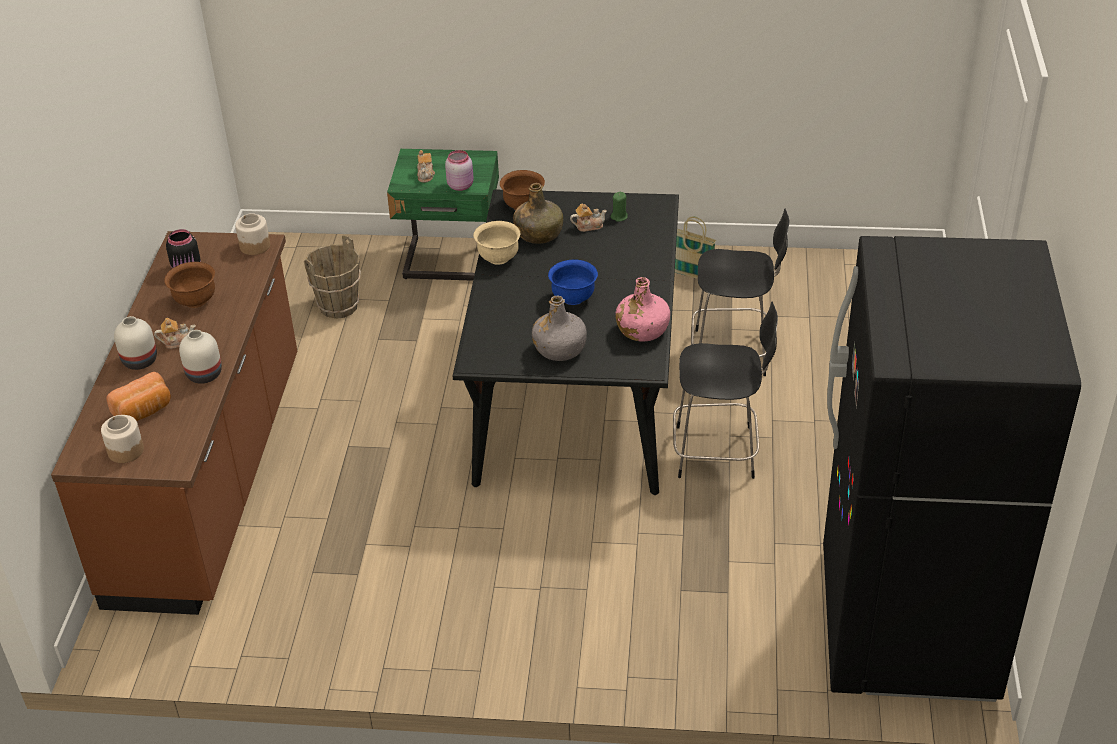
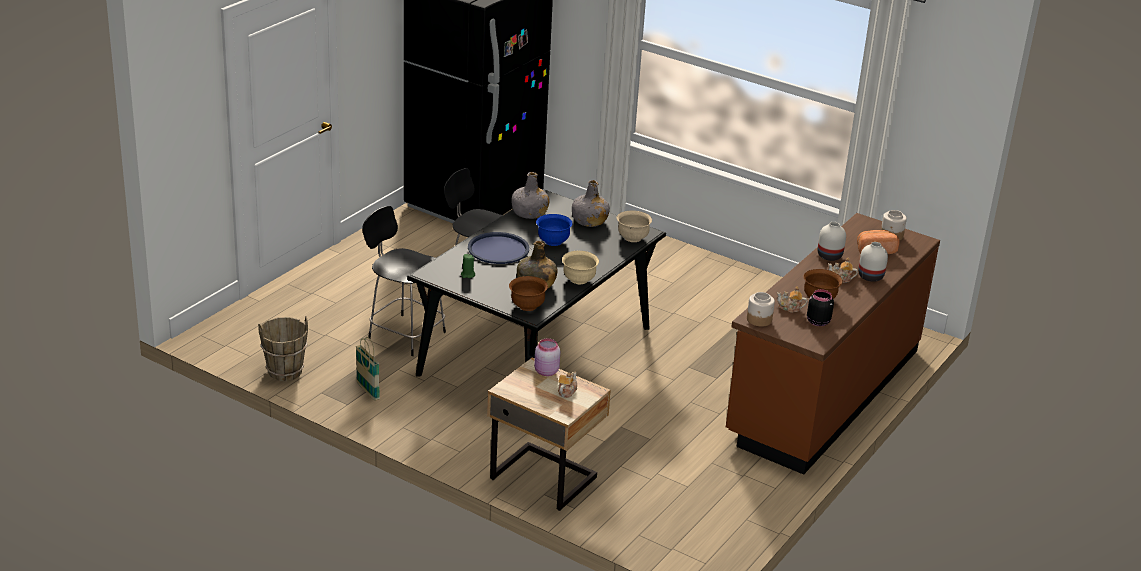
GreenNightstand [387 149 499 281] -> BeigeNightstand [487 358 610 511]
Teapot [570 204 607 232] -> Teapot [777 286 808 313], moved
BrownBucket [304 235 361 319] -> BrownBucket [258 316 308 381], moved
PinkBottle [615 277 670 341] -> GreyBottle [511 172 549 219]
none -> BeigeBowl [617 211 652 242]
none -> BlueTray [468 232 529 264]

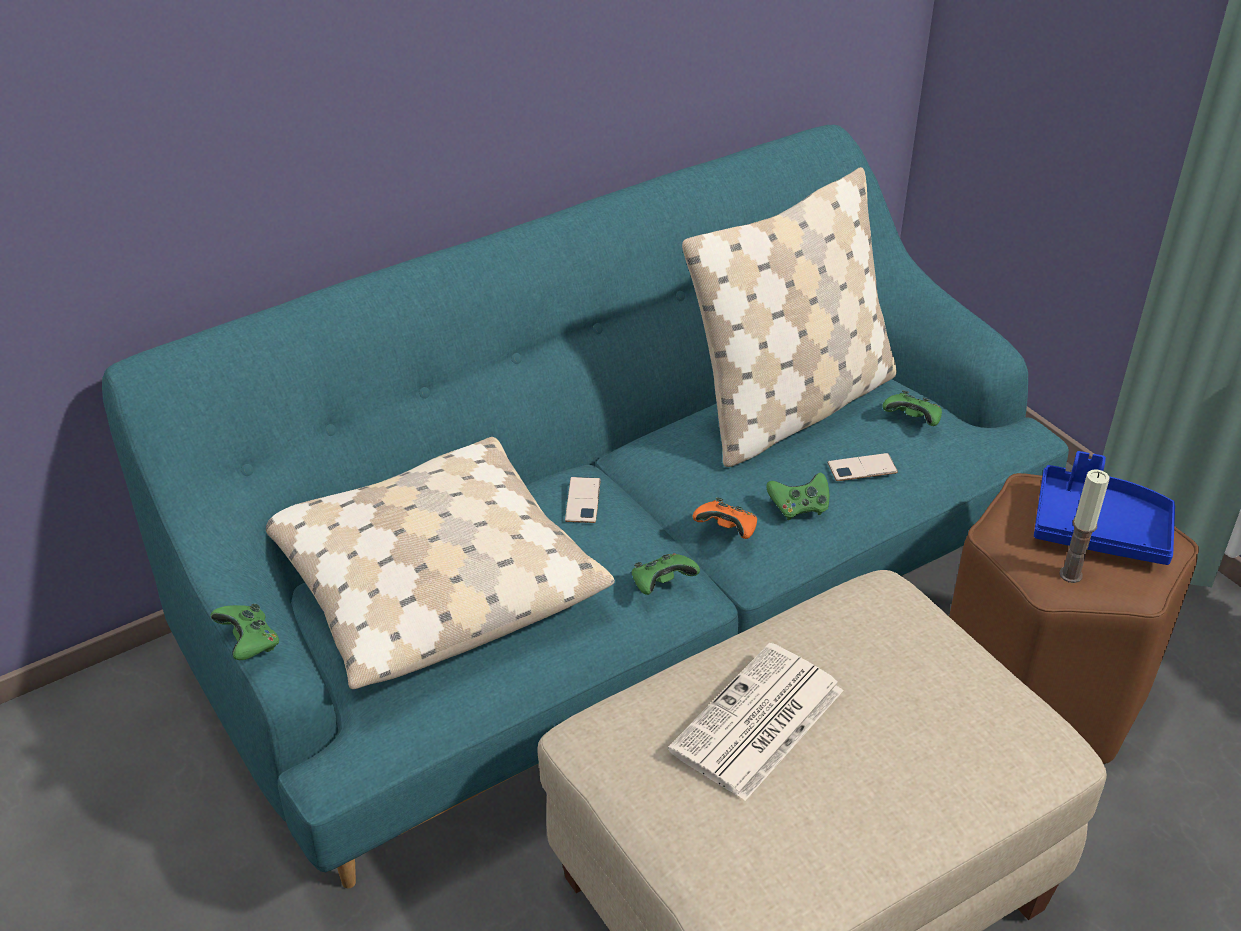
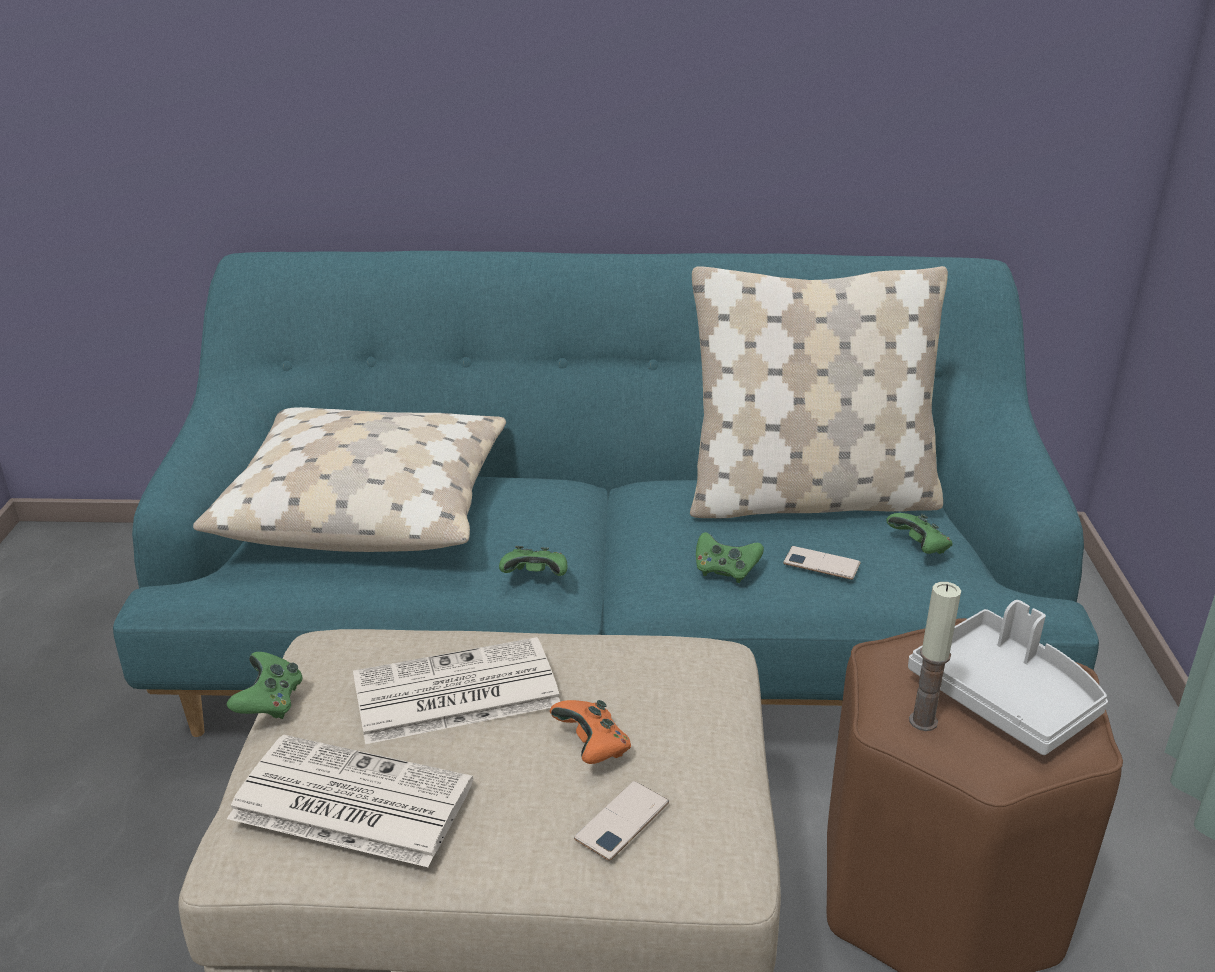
BlueTray [1034 451 1175 565] -> GreyTray [908 600 1108 755]
Phone [565 477 601 523] -> Phone [574 781 669 861], moved
OrangeGameController [693 497 757 539] -> OrangeGameController [550 700 631 764], moved
GreenGameController [210 604 279 660] -> GreenGameController [226 652 303 719], moved
none -> Newspaper [227 735 473 867]

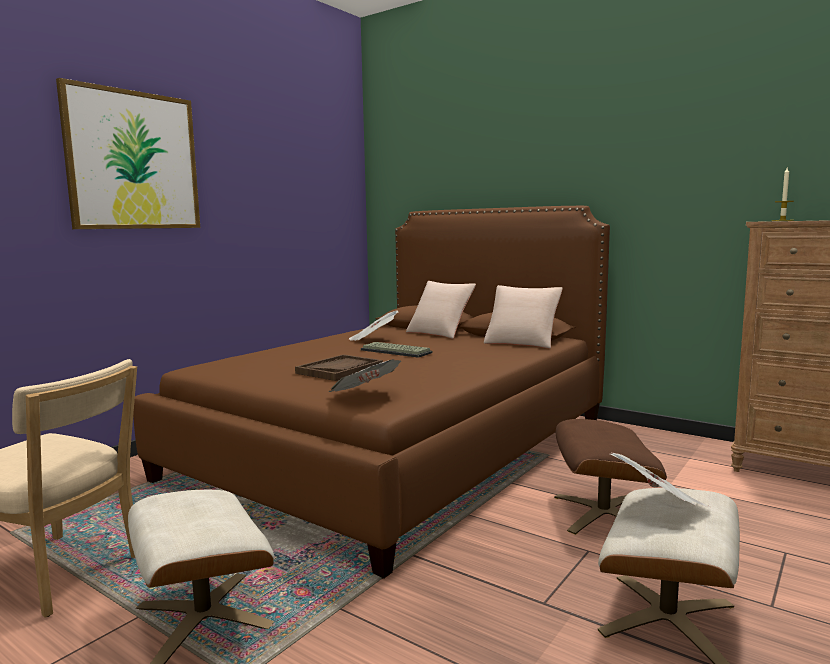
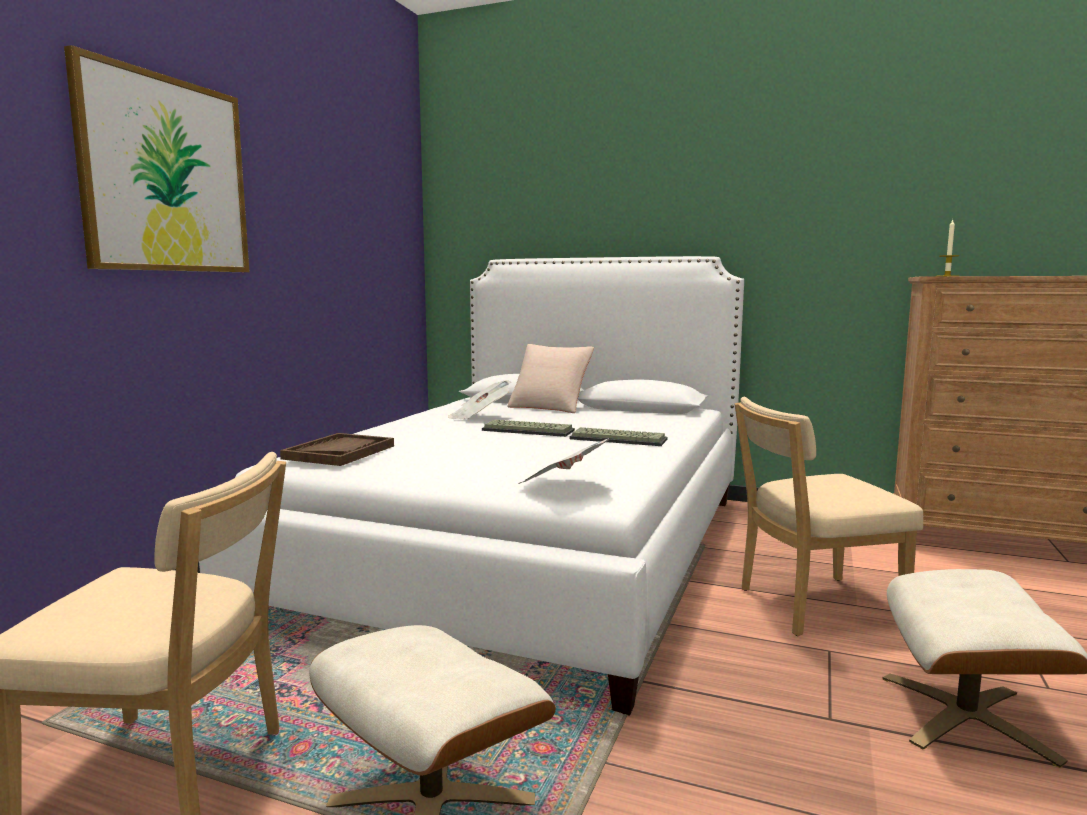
BrownBed [133 206 610 579] -> WhiteBed [199 256 744 716]
BeigePillow [484 285 563 349] -> none
BrownTray [295 354 383 381] -> BrownTray [280 433 394 466], moved
BrownOttoman [554 419 667 535] -> BeigeChair [734 397 923 636]
Newspaper [610 452 710 507] -> none
none -> Keyboard [570 427 668 446]

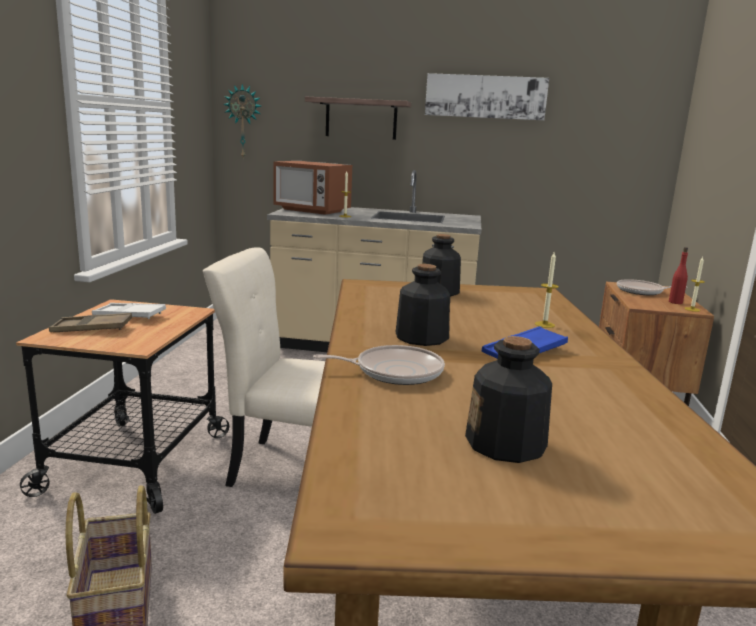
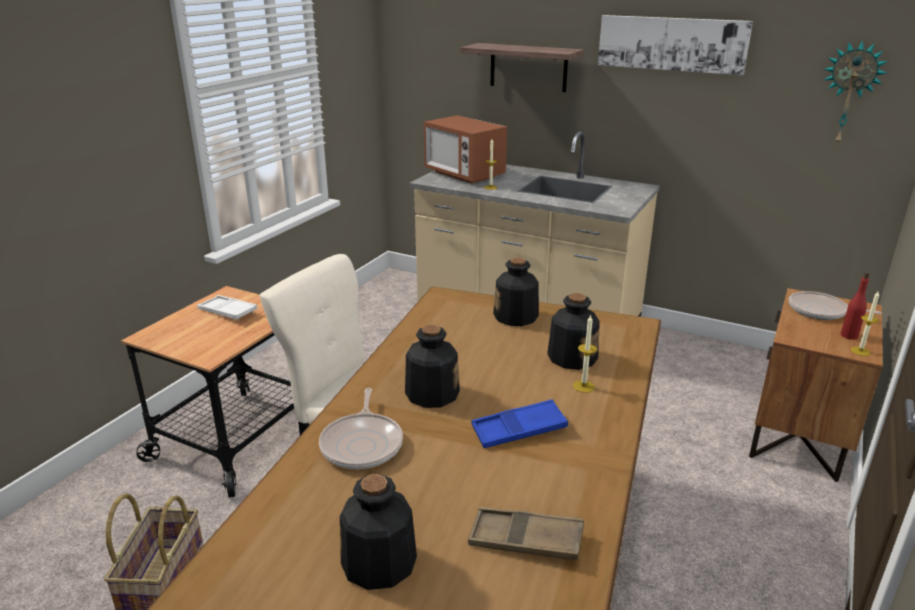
WallClock [223 84 261 158] -> WallClock [824 40 888 145], moved
BrownTray [49 313 132 332] -> BrownTray [468 507 584 560], moved
FryingPan [313 345 445 385] -> FryingPan [319 388 403 469], 75 degrees clockwise
none -> Bottle [547 293 600 370]

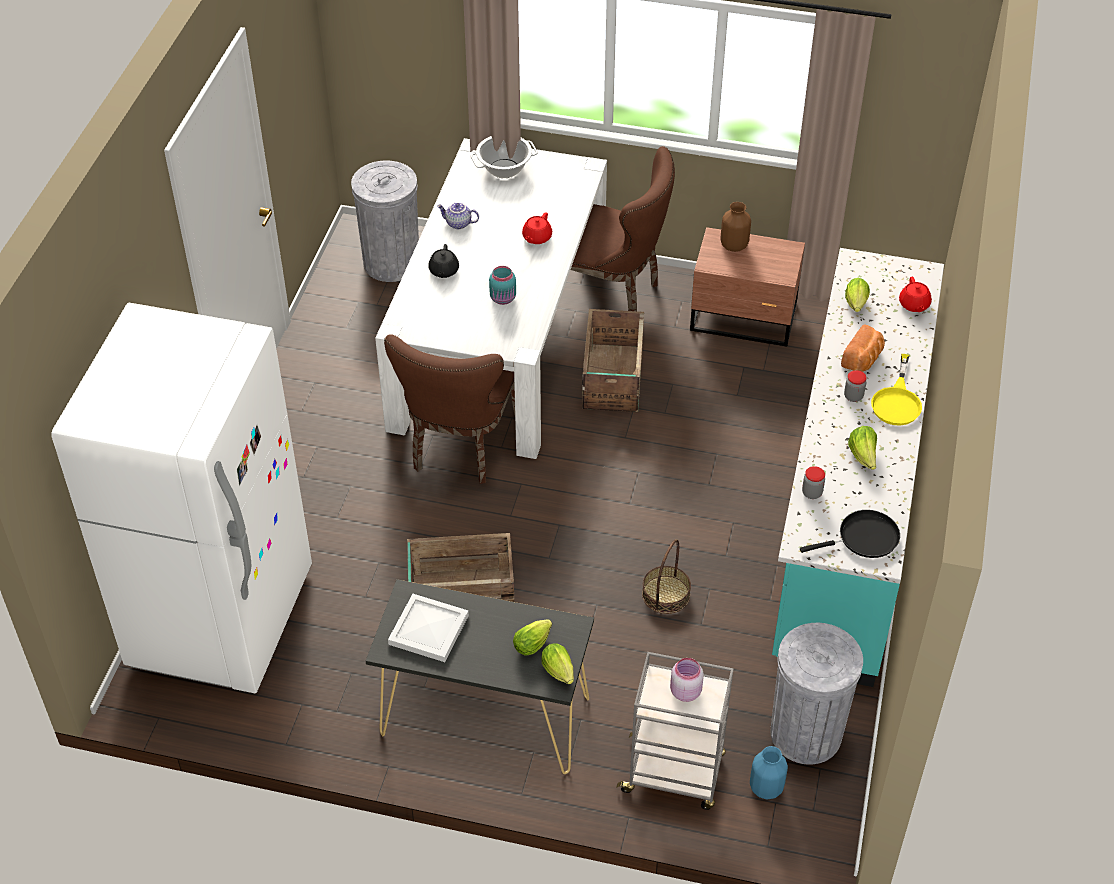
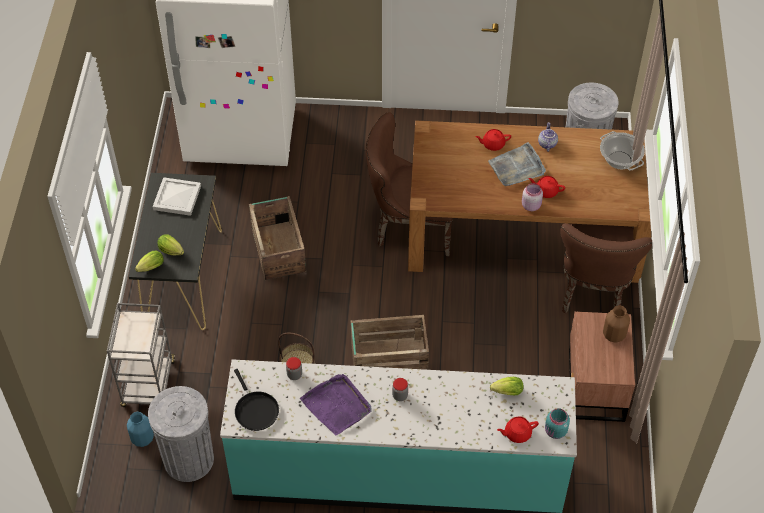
WhiteDiningTable [375 138 607 459] -> BrownDiningTable [408 121 651 283]
BlackTeapot [428 244 459 278] -> RedTeapot [475 129 511 151]
TurquoiseJar [489 266 516 305] -> TurquoiseJar [545 408 570 439], moved
Crate [582 309 644 412] -> Crate [351 315 429 370], moved
Bread [841 324 885 372] -> none
YellowFryingPan [871 354 922 426] -> none
Lettuce [848 426 877 470] -> PurpleTray [300 374 371 435]
PinkJar [670 658 704 702] -> PinkJar [522 183 543 211], moved
none -> GreyTray [488 142 546 186]

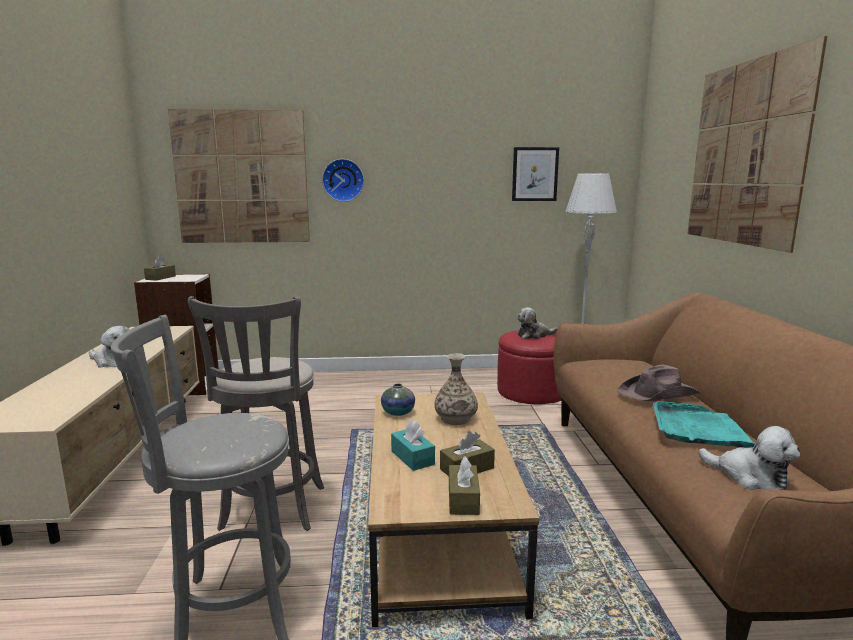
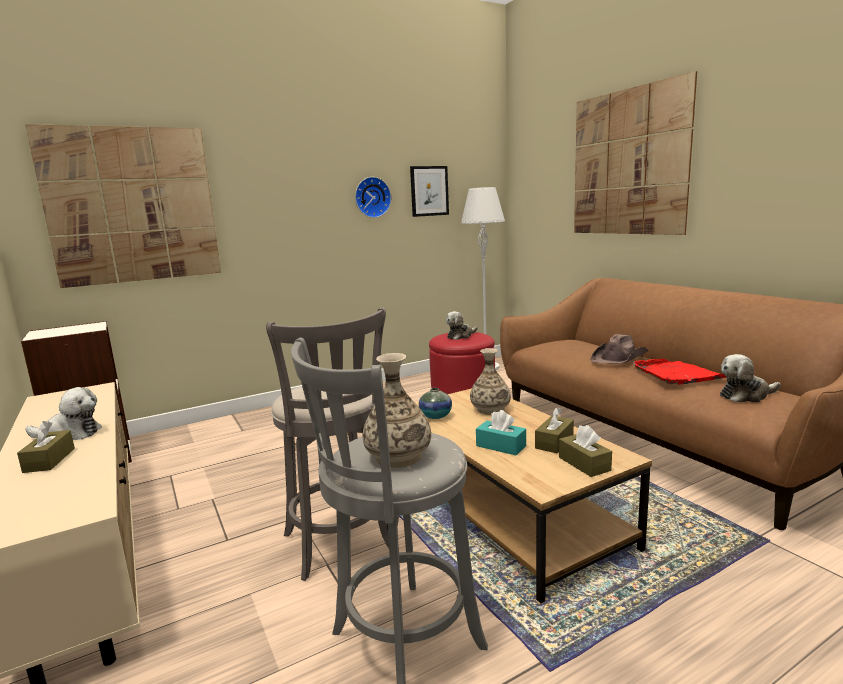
WallClock [322 159 364 202] -> WallClock [355 177 392 218], moved
BrownTissueBox [144 255 176 281] -> BrownTissueBox [17 421 75 473], moved
TurquoiseTray [653 401 756 447] -> RedTray [632 358 726 385]
PlushToy [699 426 800 490] -> PlushToy [720 354 781 403], 150 degrees clockwise
none -> Vase [362 353 431 467]

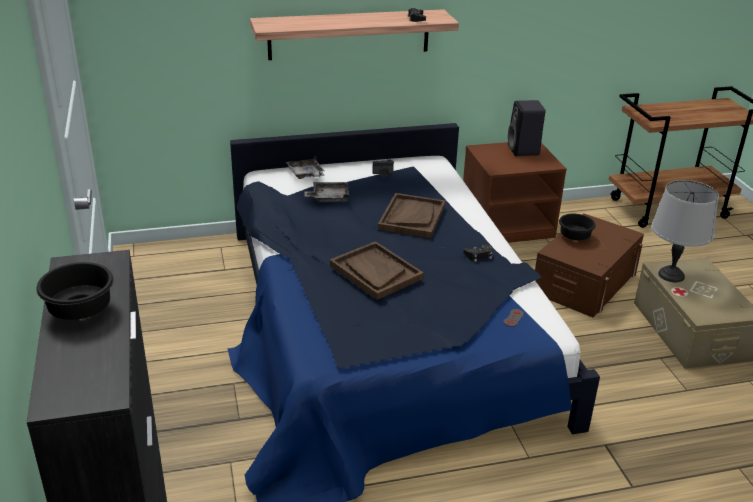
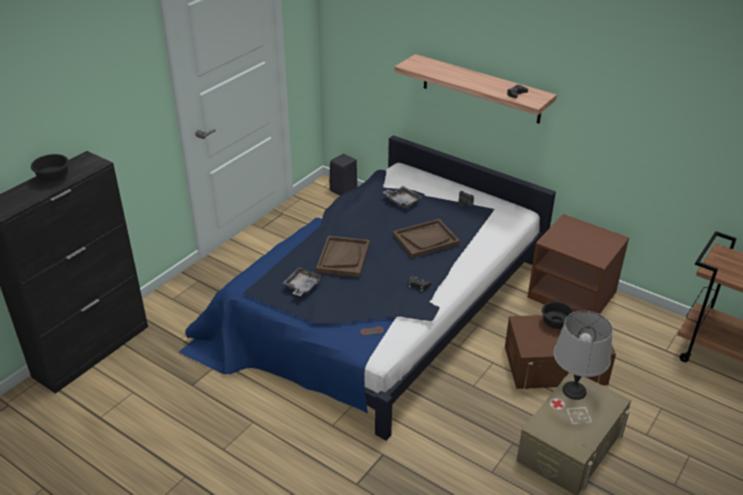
BlackSpeaker [508 100 545 156] -> BlackSpeaker [329 154 357 196], moved
GreyTray [286 156 324 179] -> GreyTray [283 267 323 296], moved

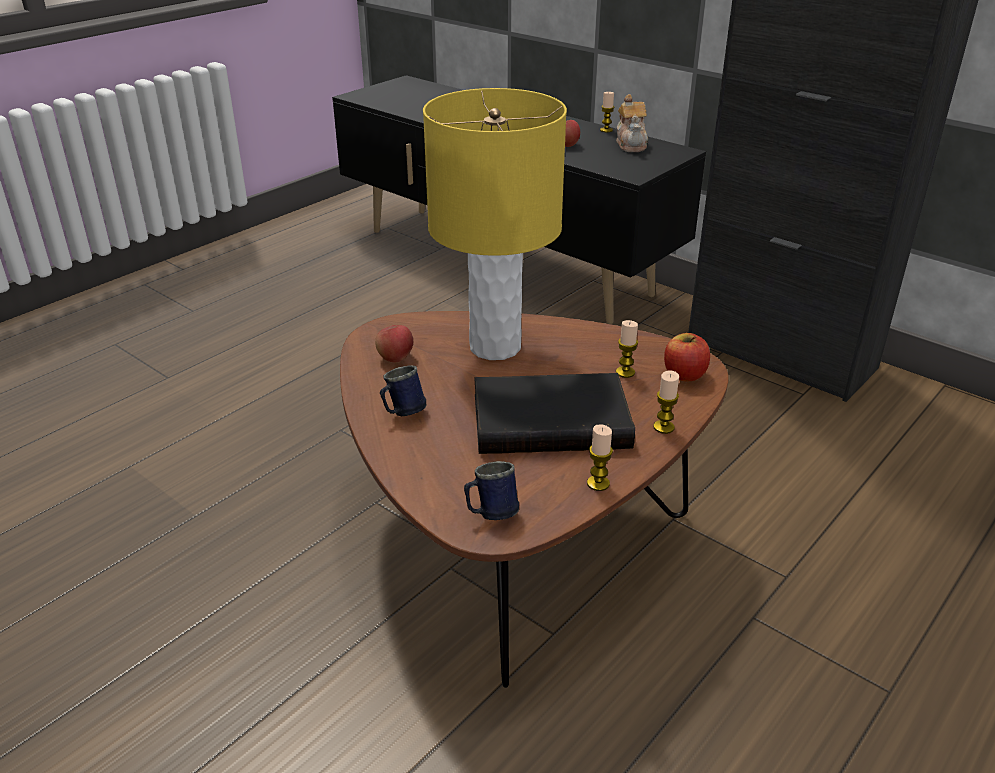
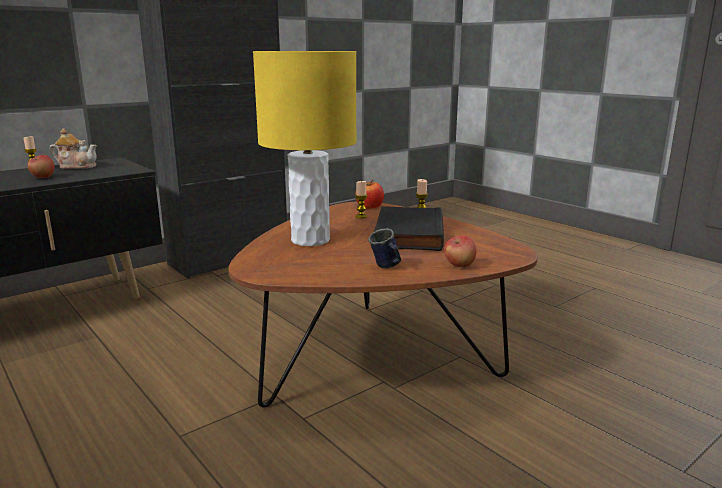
Apple [375 325 413 362] -> Apple [444 236 477 267], moved
Candle [587 424 613 491] -> none
BlueMug [464 461 519 520] -> none

